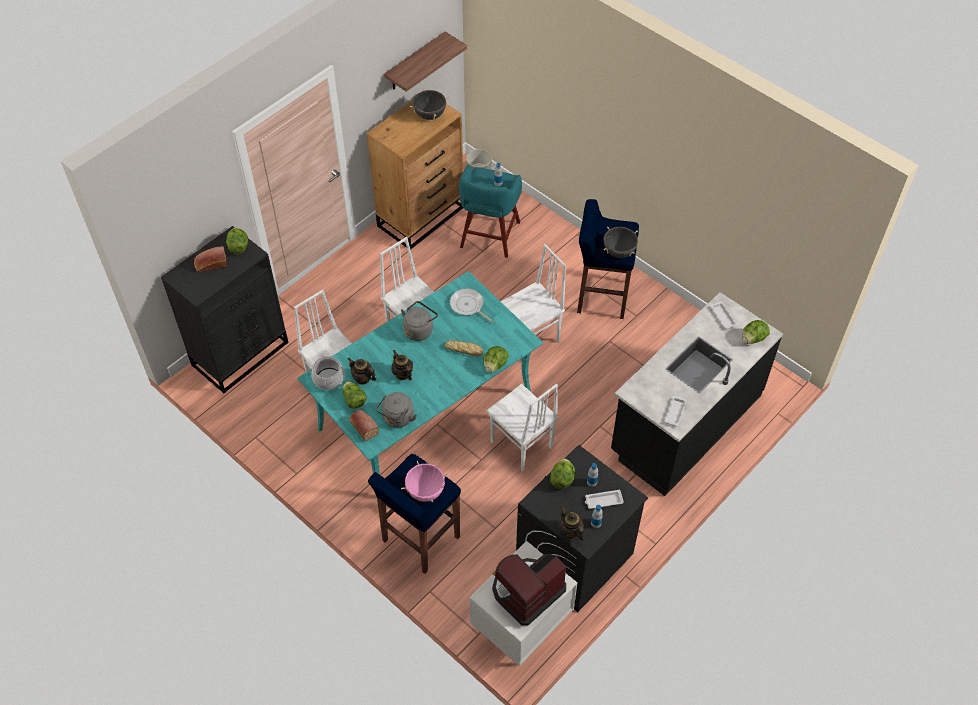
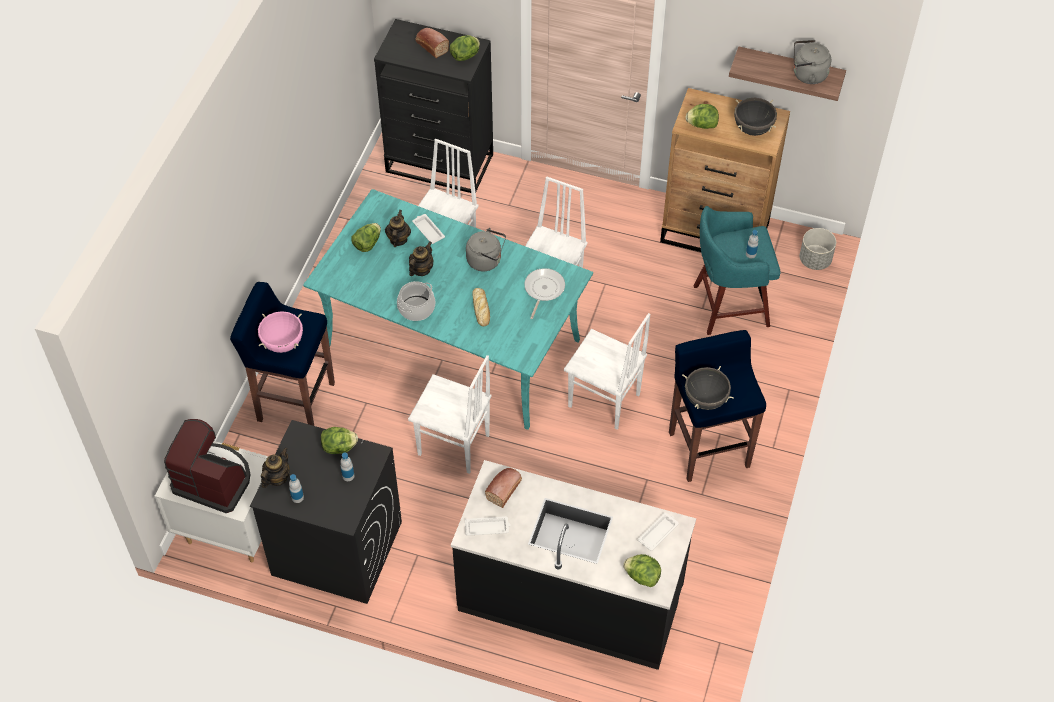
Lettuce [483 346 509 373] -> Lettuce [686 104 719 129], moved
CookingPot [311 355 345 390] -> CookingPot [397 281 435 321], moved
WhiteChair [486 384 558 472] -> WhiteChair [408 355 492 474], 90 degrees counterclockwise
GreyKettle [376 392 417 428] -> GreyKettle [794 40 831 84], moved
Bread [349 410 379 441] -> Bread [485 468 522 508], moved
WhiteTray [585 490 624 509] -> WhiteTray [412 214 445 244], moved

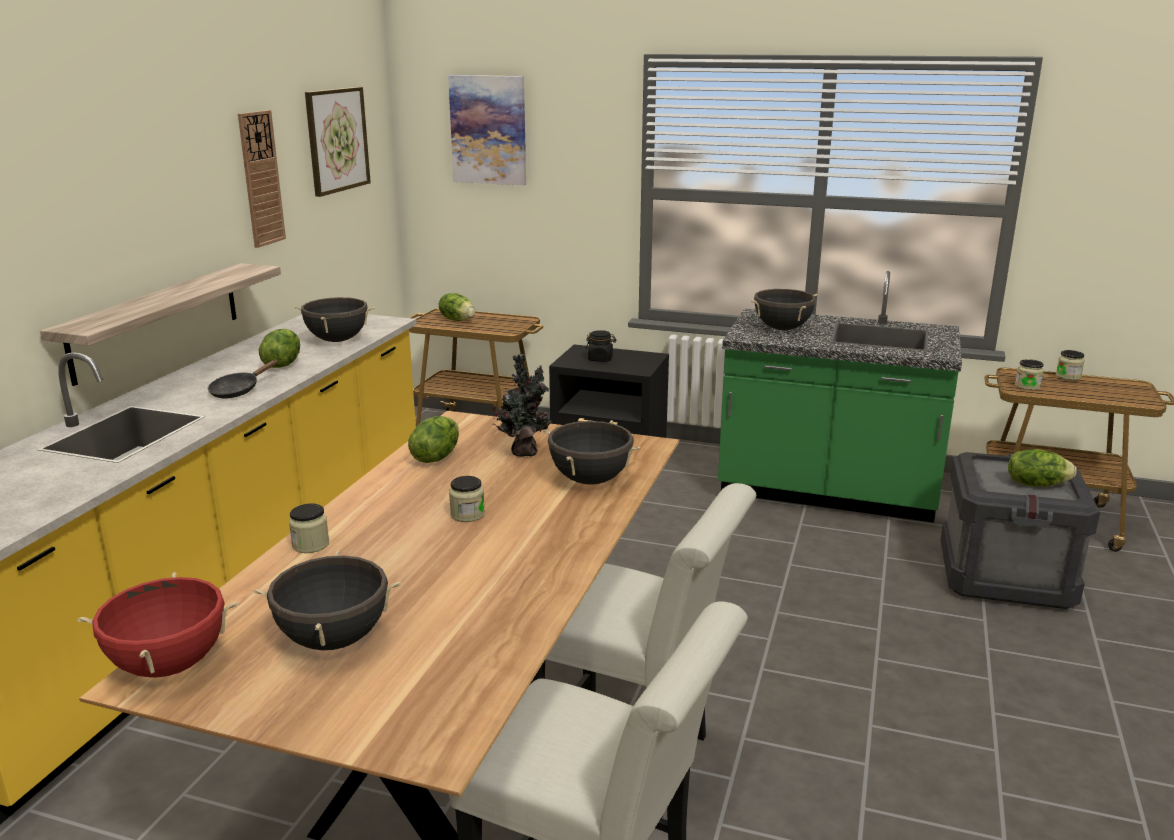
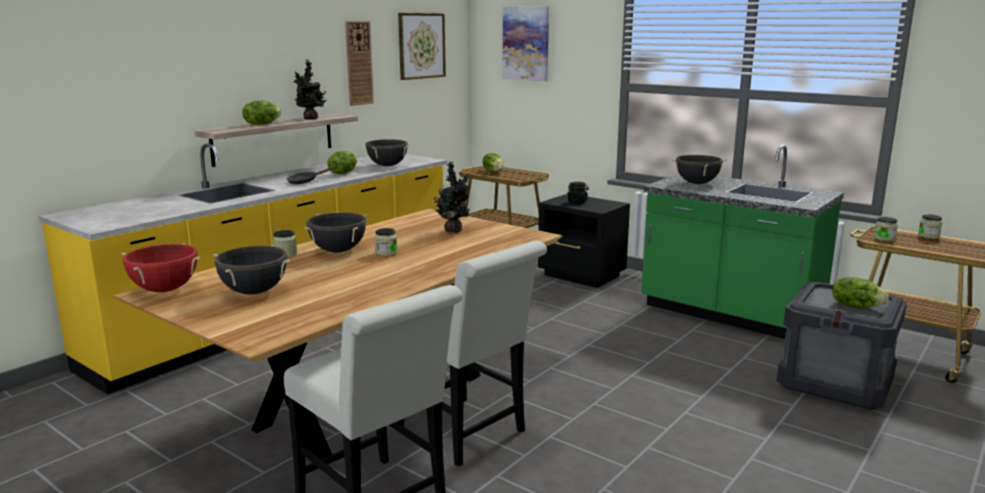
Lettuce [408 416 459 463] -> Lettuce [242 100 282 125], moved
BlackCookingPot [543 420 640 485] -> BlackCookingPot [304 212 367 253], moved
none -> PottedPlant [294 59 326 119]

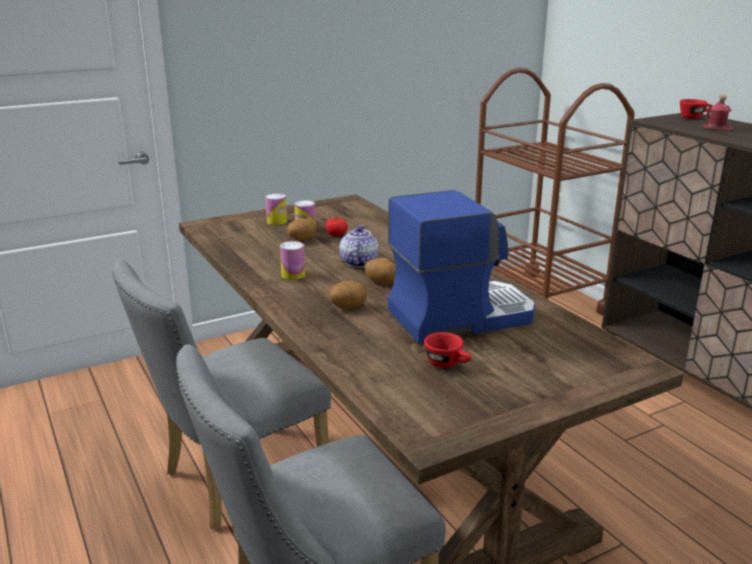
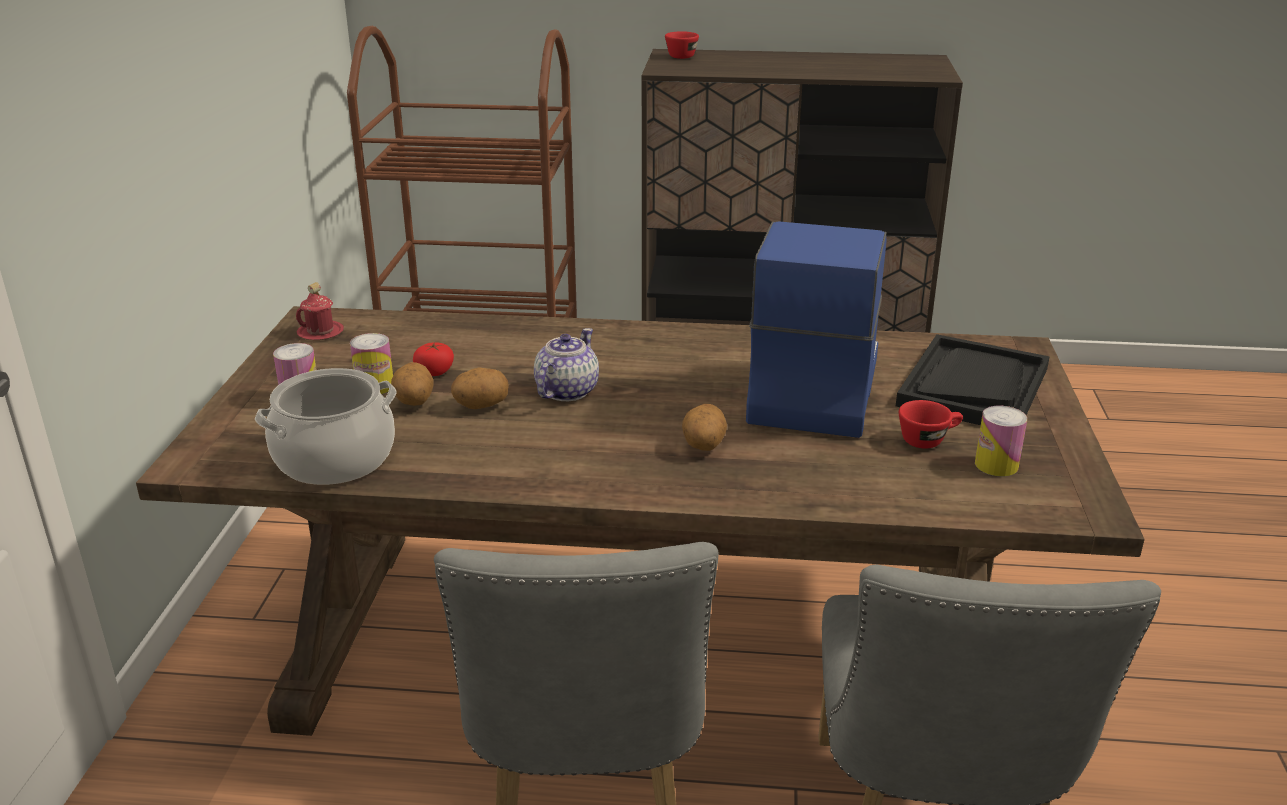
RedMug [702 95 733 130] -> RedMug [296 282 344 340], moved
Teapot [339 225 379 267] -> Teapot [534 328 599 401], 75 degrees clockwise
Can [280 241 305 280] -> Can [975 406 1027 476], moved
Potato [364 258 396 284] -> Potato [451 368 509 409], moved
none -> BlackTray [896 334 1050 425]
none -> CookingPot [255 368 396 485]

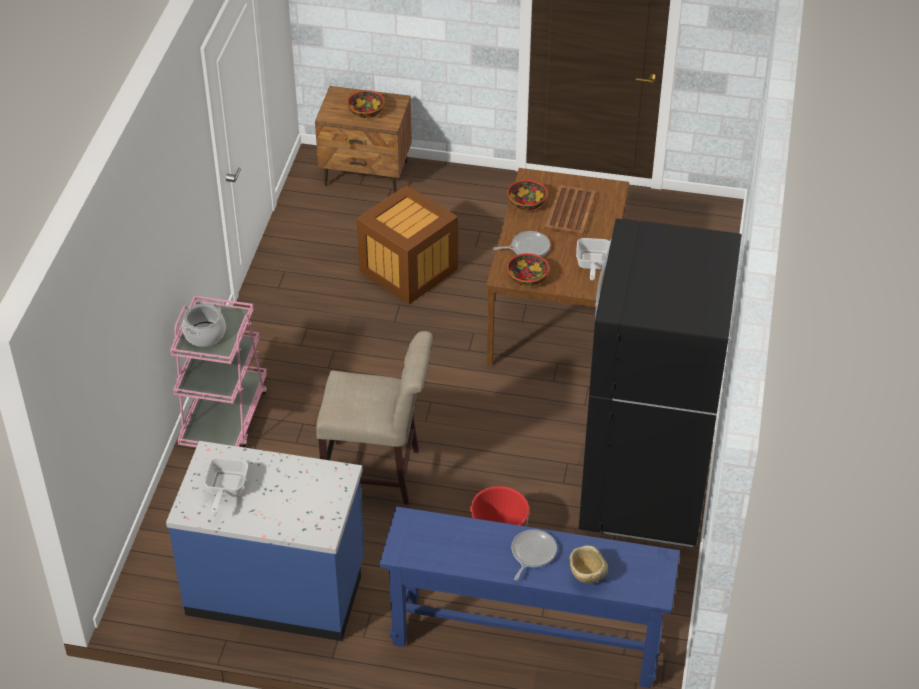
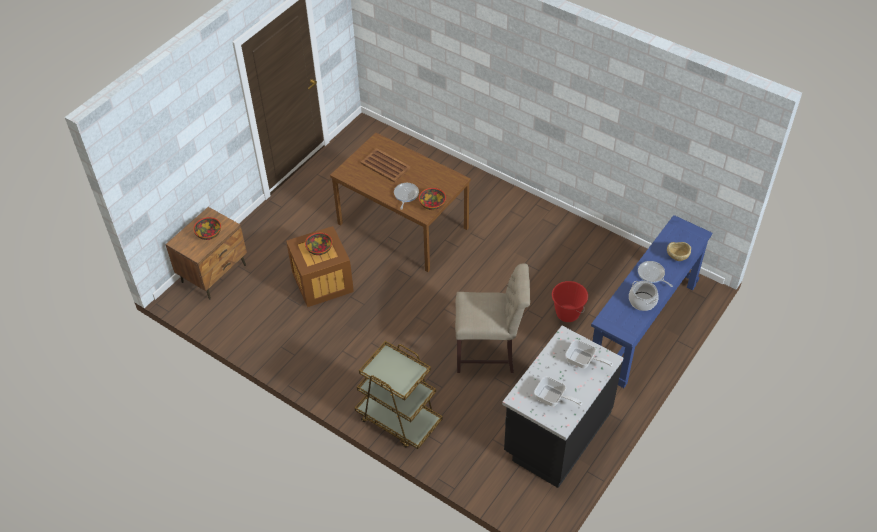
Bowl [507 180 547 210] -> Bowl [305 233 332 255], moved
BlackFridge [579 218 742 547] -> none
FryingPan [576 238 610 281] -> FryingPan [565 340 613 368], moved
PinkCart [170 296 268 447] -> BrownCart [355 341 443 449]
CookingPot [182 303 226 347] -> CookingPot [629 281 659 311], moved
BeigeChair [316 331 433 505] -> BeigeChair [455 263 530 373], 60 degrees clockwise
BlueCounter [166 441 365 641] -> BlackCounter [502 326 623 488]

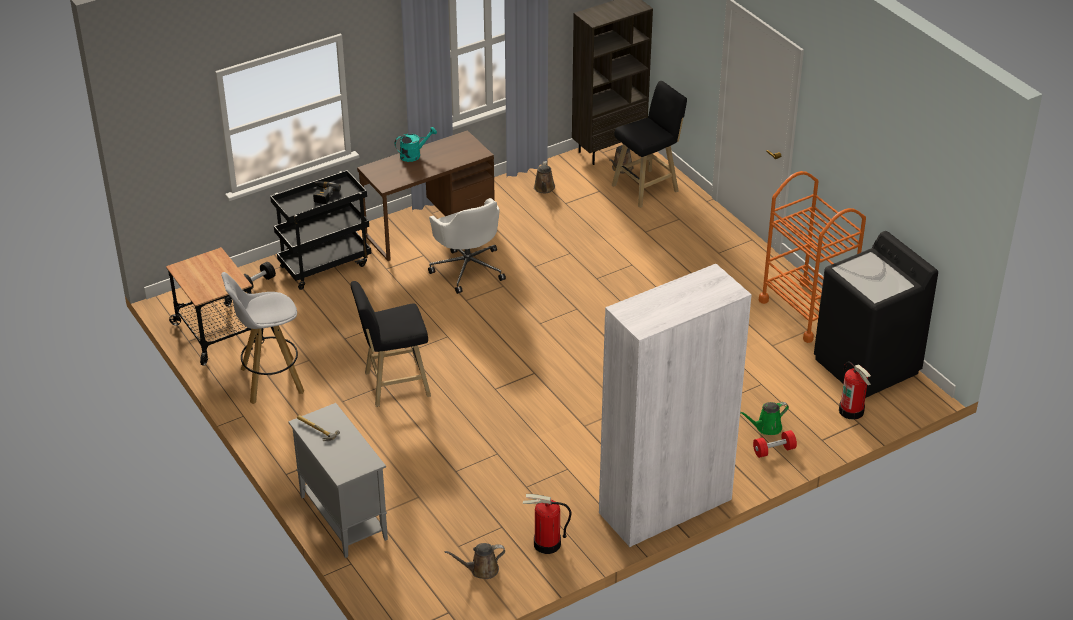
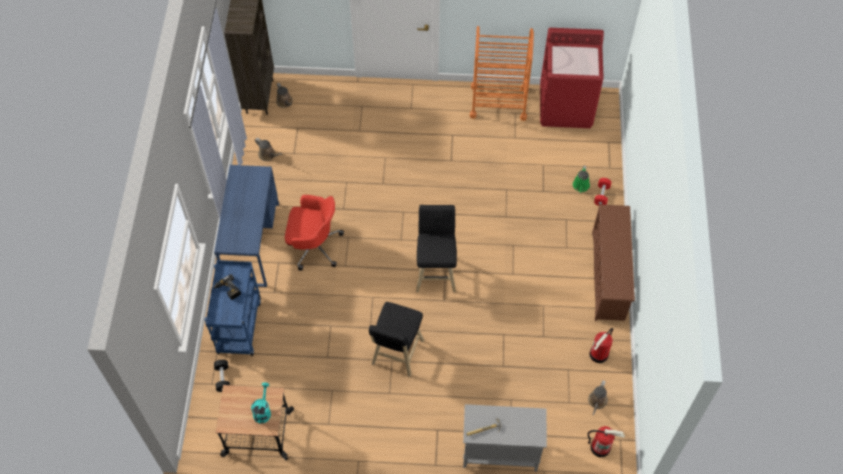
BlackStool [612 81 687 208] -> BlackStool [416 205 457 292], moved
TurquoiseWateringCan [395 127 437 162] -> TurquoiseWateringCan [251 382 271 424], moved
BrownDesk [357 130 495 261] -> BlueDesk [214 165 279 287]
BlackCart [270 170 371 290] -> BlueCart [205 260 261 356]
WhiteOfficeChair [428 198 506 294] -> RedOfficeChair [285 195 344 271]
BlackWashingMachine [814 231 938 398] -> RedWashingMachine [540 28 604 128]
WhiteBookcase [599 264 752 547] -> BrownShoeRack [592 204 635 321]
WhiteStool [221 272 304 404] -> none
FireExtinguisher [839 361 871 420] -> FireExtinguisher [587 426 625 457], moved

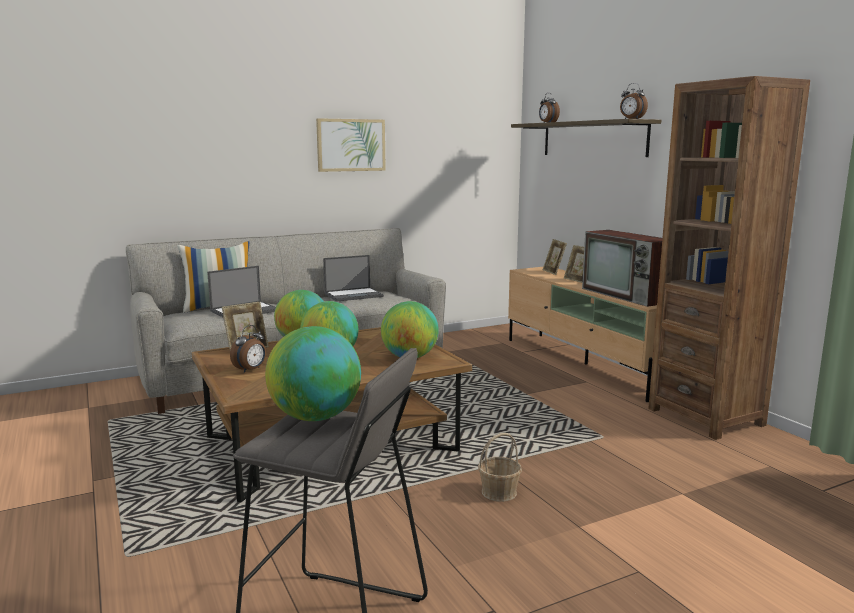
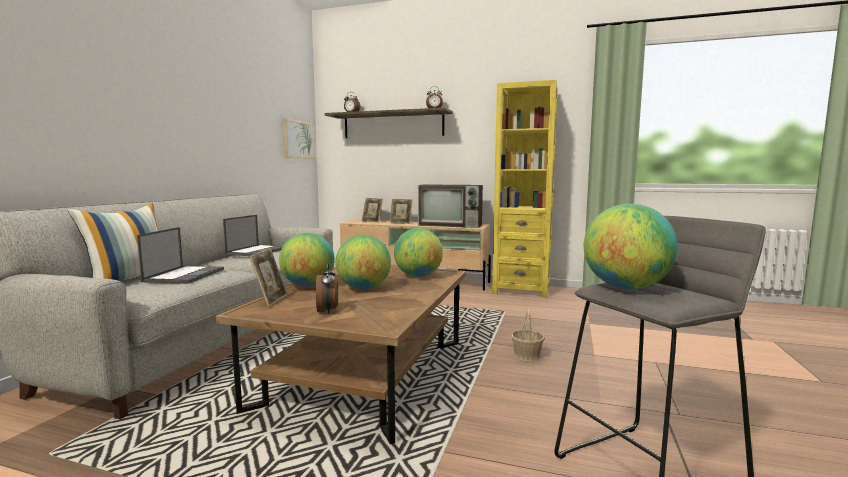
BrownBookcase [648 76 810 440] -> YellowBookcase [492 80 557 298]
Picture [316 118 386 172] -> Picture [283 118 316 159], moved

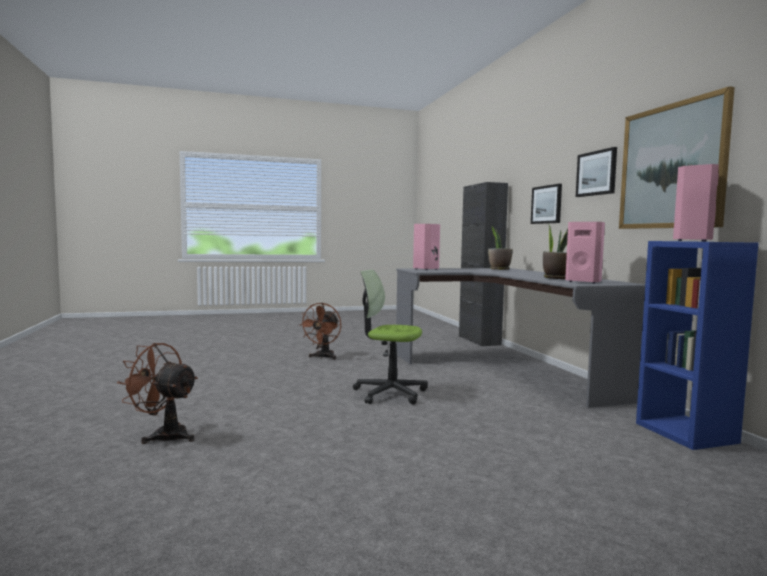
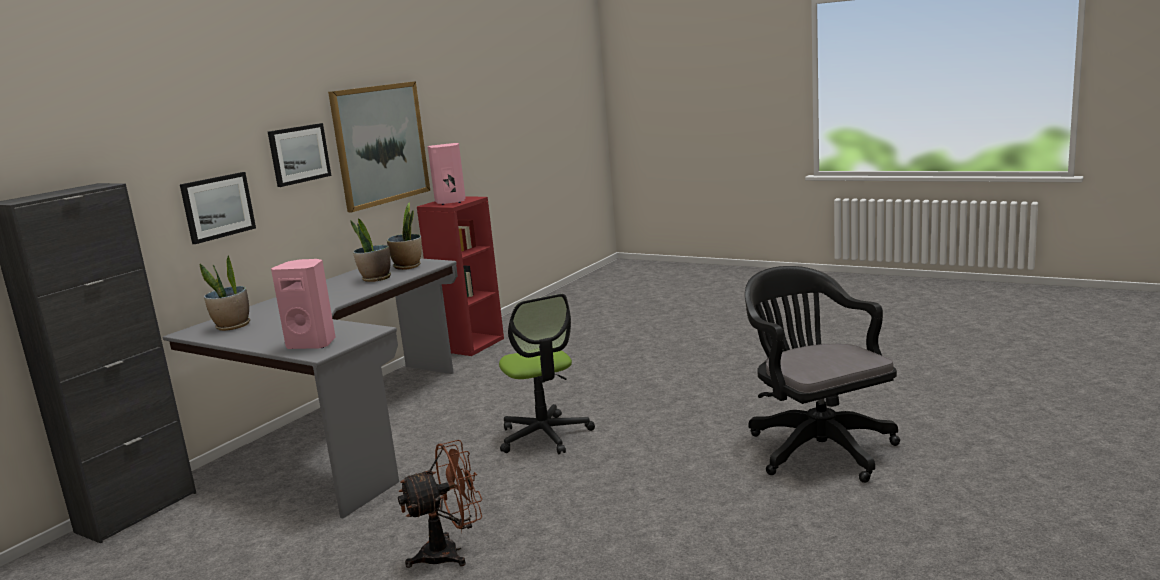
PinkSpeaker [565 222 605 283] -> PottedPlant [387 202 422 270]
BlueBookcase [636 241 759 450] -> RedBookcase [417 196 504 356]
BrownFan [117 343 198 444] -> BlackOfficeChair [745 266 900 483]

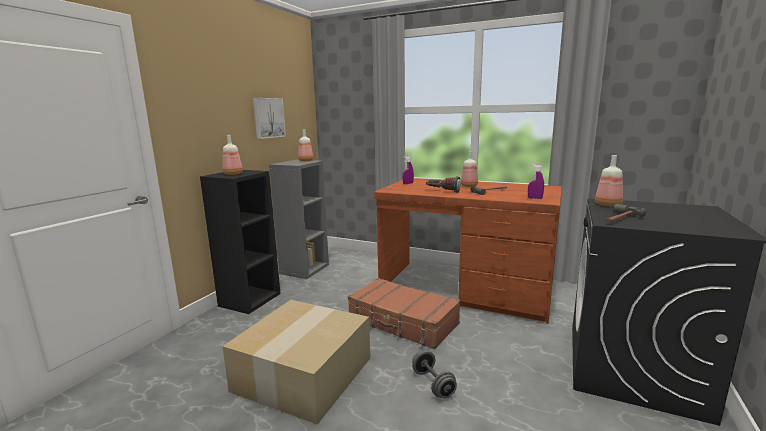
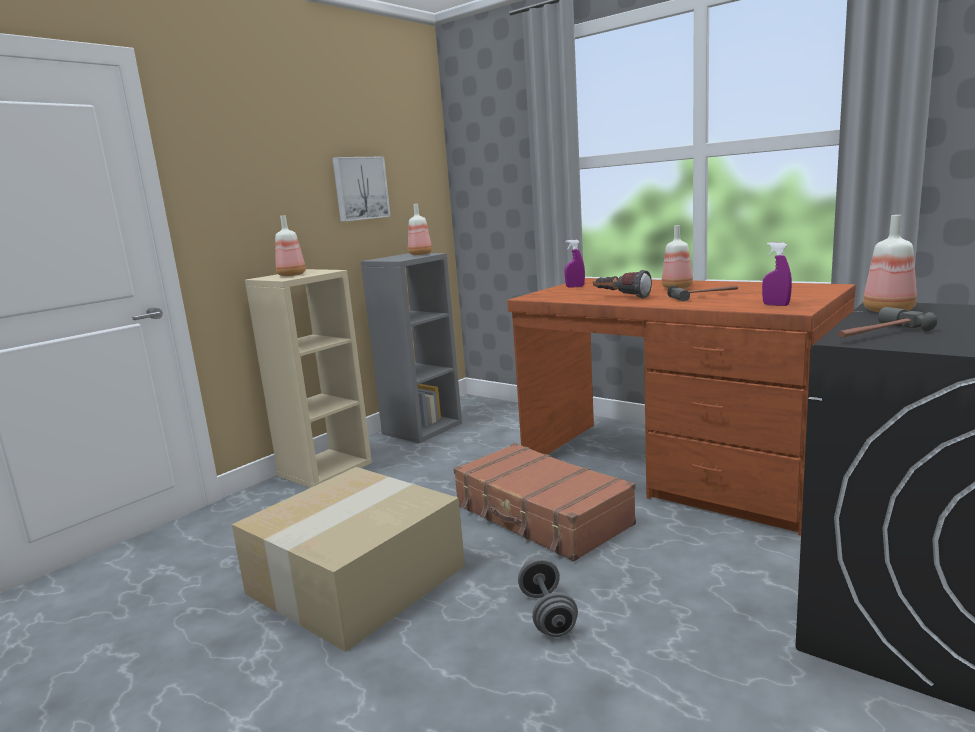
BlackBookcase [200 170 281 314] -> BeigeBookcase [245 269 372 488]

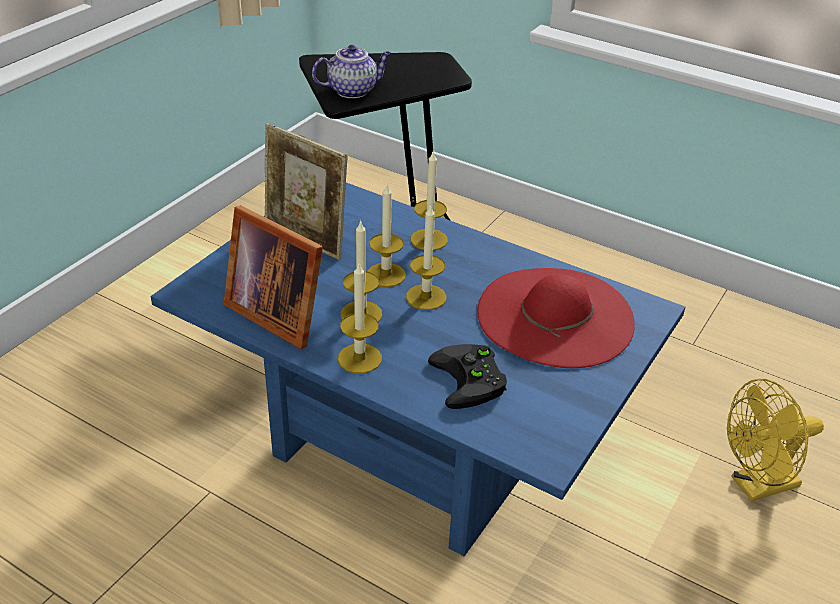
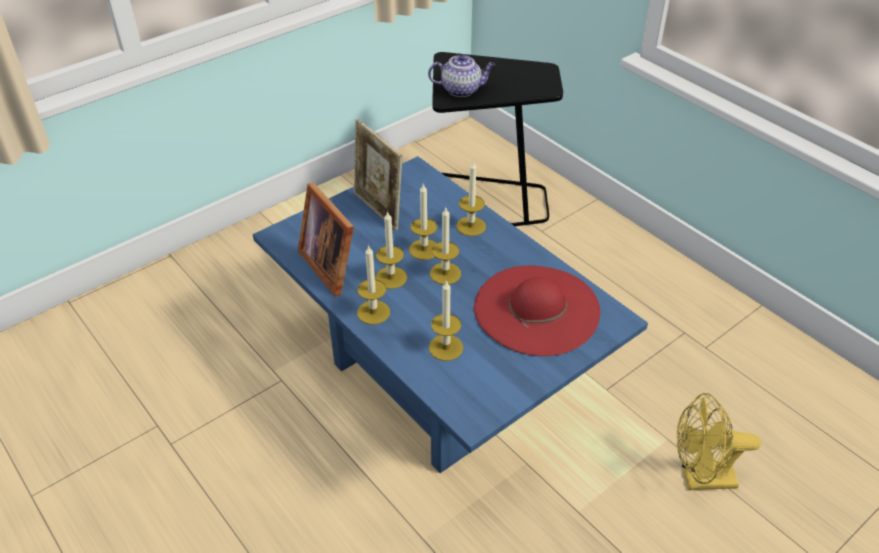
BlackGameController [428 344 507 409] -> Candle [429 280 463 361]

